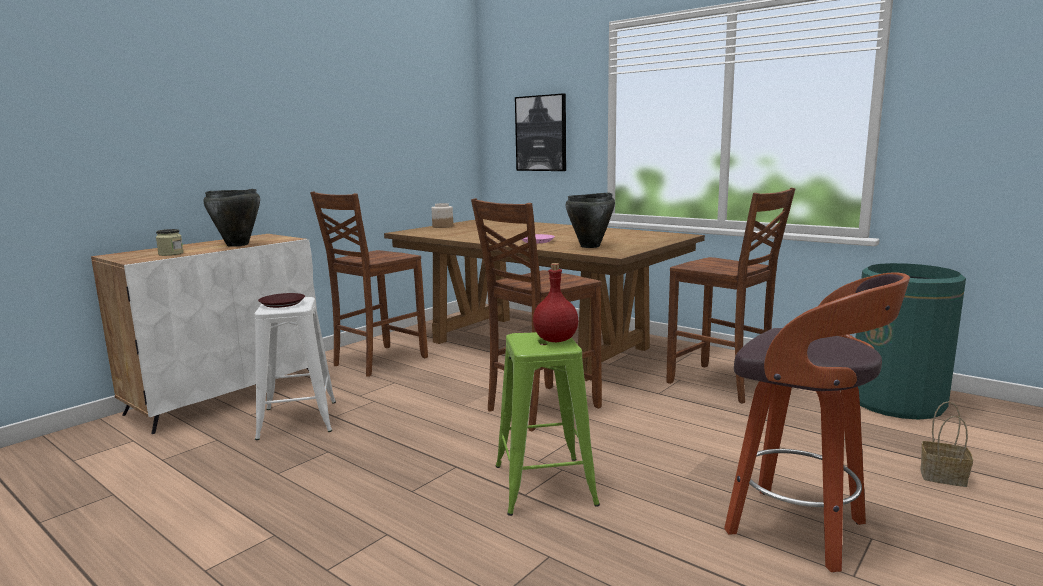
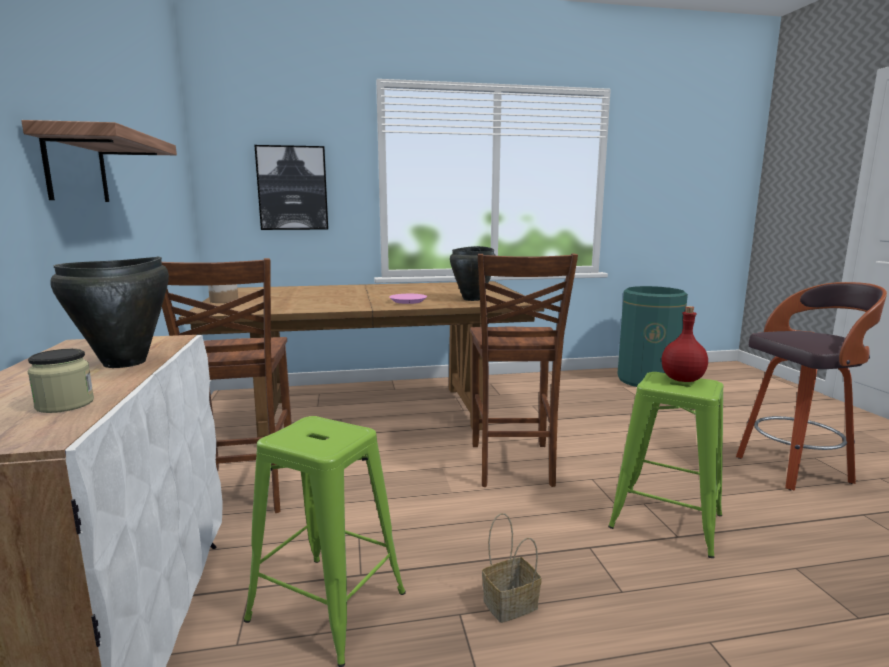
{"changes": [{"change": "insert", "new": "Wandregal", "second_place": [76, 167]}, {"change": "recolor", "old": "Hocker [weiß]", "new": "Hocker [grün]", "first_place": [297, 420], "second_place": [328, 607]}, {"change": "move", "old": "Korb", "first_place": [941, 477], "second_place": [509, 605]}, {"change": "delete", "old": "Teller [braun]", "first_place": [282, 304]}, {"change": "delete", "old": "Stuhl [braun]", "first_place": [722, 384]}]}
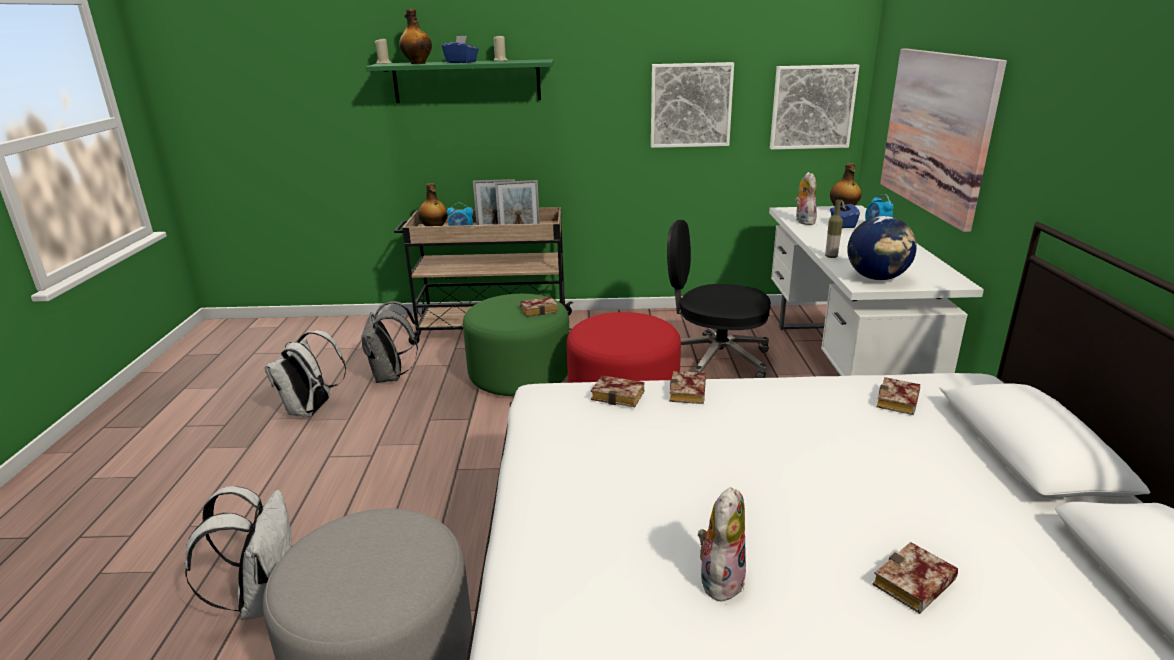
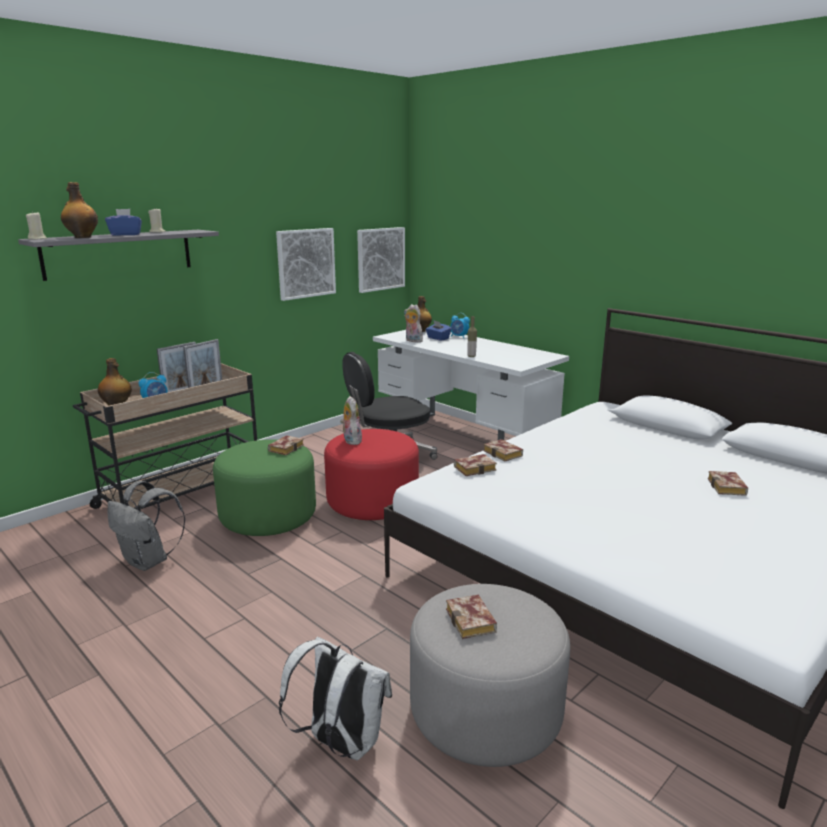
{"changes": [{"change": "recolor", "old": "Wandregal [grün]", "new": "Wandregal [grau]", "first_place": [467, 81], "second_place": [119, 253]}, {"change": "move", "old": "Plüschtier", "first_place": [720, 578], "second_place": [351, 440]}, {"change": "move", "old": "Buch", "first_place": [899, 402], "second_place": [473, 622]}, {"change": "delete", "old": "Rucksack [weiß]", "first_place": [311, 410]}, {"change": "delete", "old": "Globus", "first_place": [877, 278]}, {"change": "delete", "old": "Bild", "first_place": [936, 132]}]}
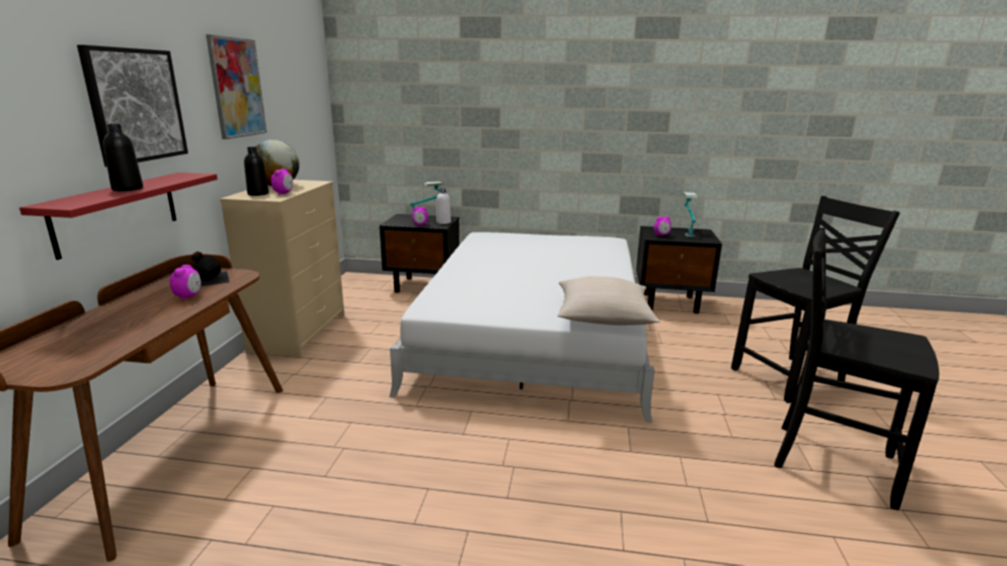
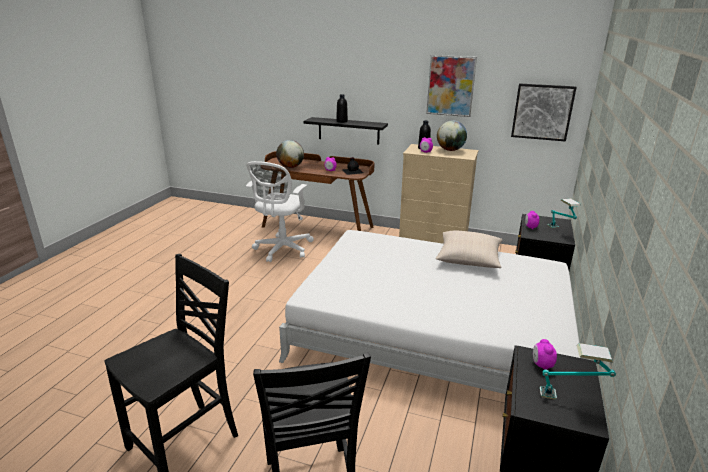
{"changes": [{"change": "insert", "new": "Bürostuhl [weiß]", "second_place": [282, 250]}, {"change": "insert", "new": "Globus", "second_place": [291, 167]}, {"change": "recolor", "old": "Wandregal [rot]", "new": "Wandregal [schwarz]", "first_place": [117, 212], "second_place": [348, 130]}, {"change": "move", "old": "Kissen [beige]", "first_place": [603, 317], "second_place": [468, 259]}, {"change": "move", "old": "Bild", "first_place": [135, 105], "second_place": [542, 112]}, {"change": "delete", "old": "Flasche [weiß]", "first_place": [443, 222]}]}
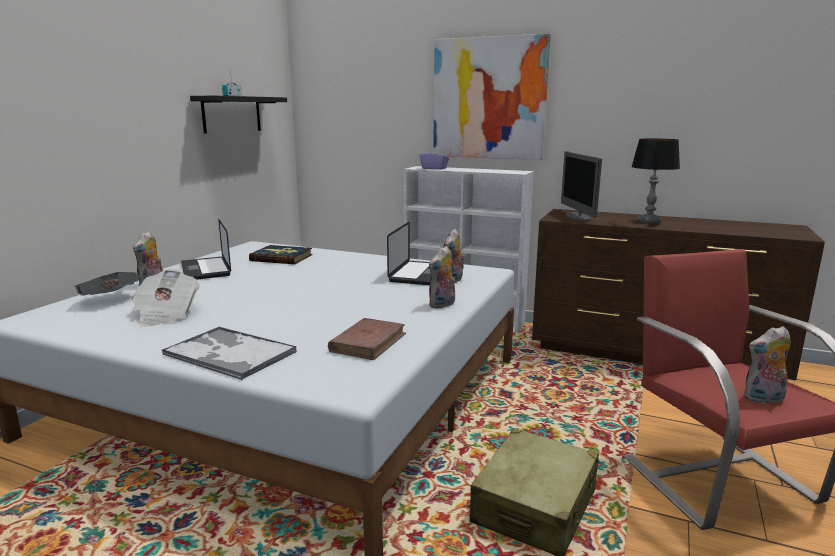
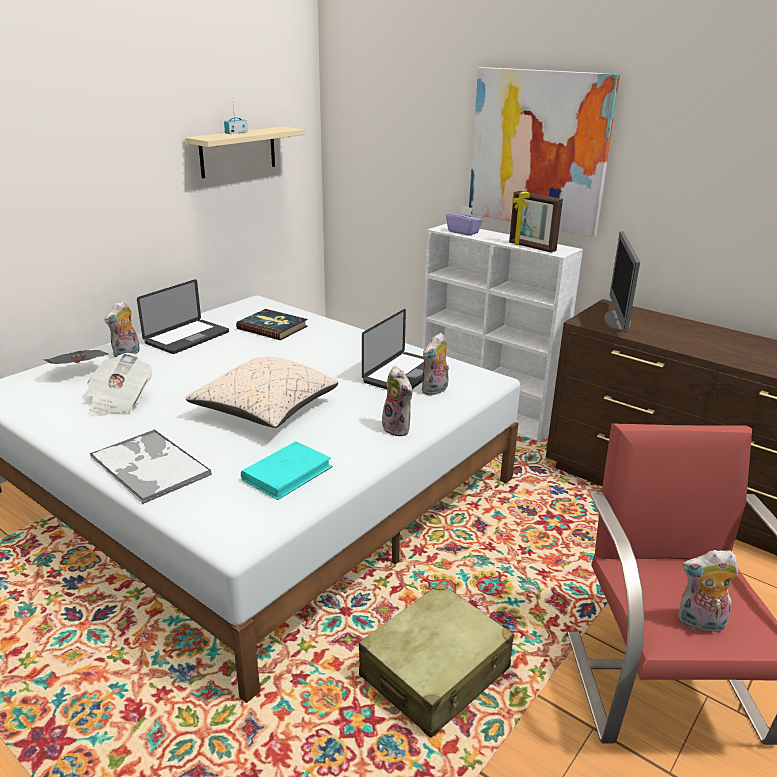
{"changes": [{"change": "rotate", "old": "Laptop", "first_place": [205, 269], "second_place": [187, 338], "degrees": -135}, {"change": "recolor", "old": "Wandregal [schwarz]", "new": "Wandregal [beige]", "first_place": [232, 114], "second_place": [238, 152]}, {"change": "insert", "new": "Kissen [beige]", "second_place": [265, 410]}, {"change": "recolor", "old": "Buch [braun]", "new": "Buch [türkis]", "first_place": [368, 342], "second_place": [287, 473]}, {"change": "rotate", "old": "Plüschtier", "first_place": [442, 305], "second_place": [398, 428], "degrees": -90}, {"change": "insert", "new": "Bilderrahmen", "second_place": [531, 247]}, {"change": "delete", "old": "Tischlampe", "first_place": [648, 221]}]}
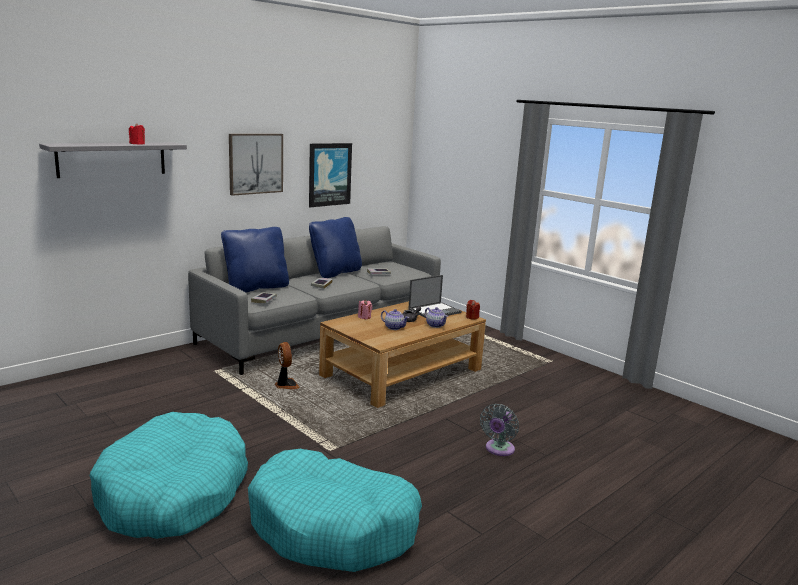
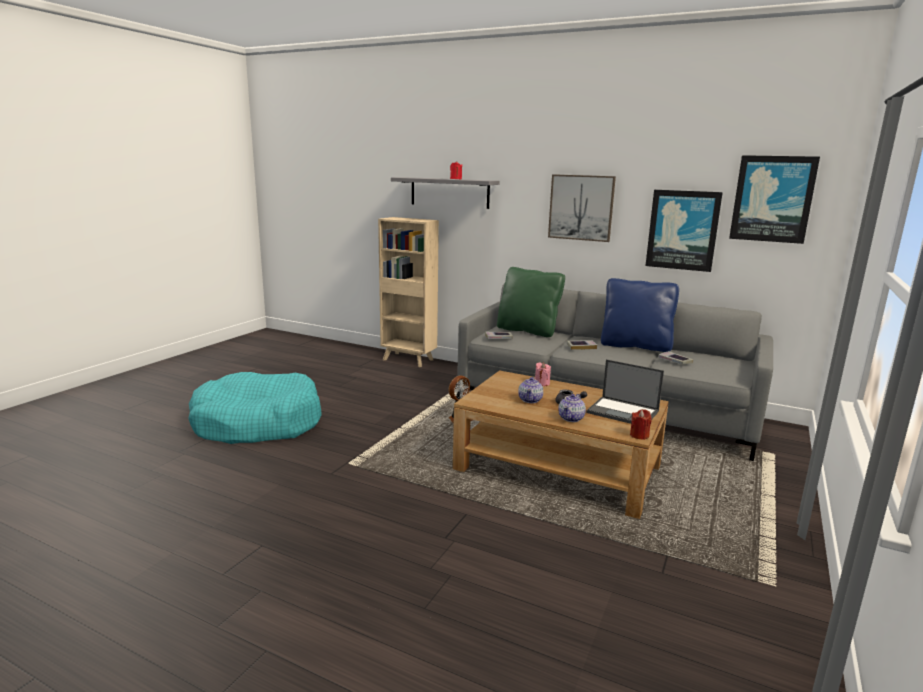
{"changes": [{"change": "insert", "new": "Bücherregal [beige]", "second_place": [409, 360]}, {"change": "recolor", "old": "Kissen [blau]", "new": "Kissen [grün]", "first_place": [256, 287], "second_place": [528, 330]}, {"change": "insert", "new": "Bild", "second_place": [772, 199]}, {"change": "delete", "old": "Hundebett [türkis]", "first_place": [333, 526]}, {"change": "delete", "old": "Ventilator [grau]", "first_place": [498, 450]}]}
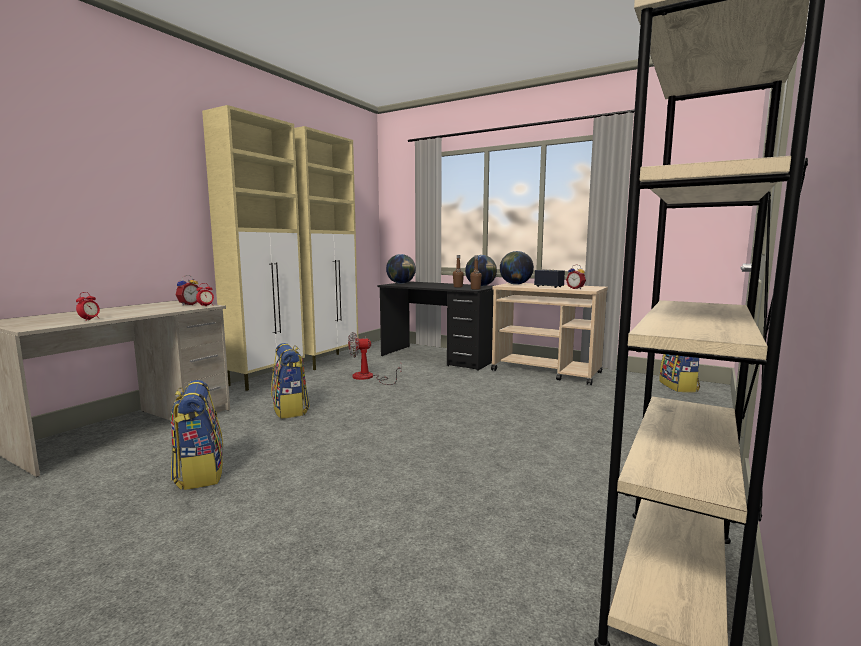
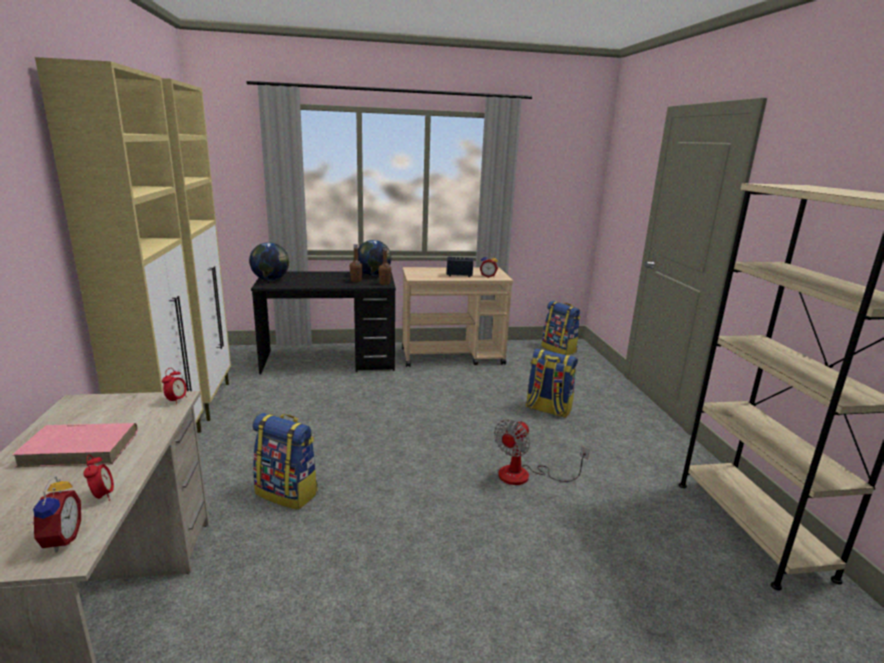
{"changes": [{"change": "insert", "new": "Buch [rosa]", "second_place": [81, 448]}, {"change": "move", "old": "Wecker", "first_place": [188, 304], "second_place": [59, 540]}, {"change": "move", "old": "Ventilator", "first_place": [368, 378], "second_place": [525, 476]}, {"change": "move", "old": "Rucksack", "first_place": [199, 474], "second_place": [547, 409]}, {"change": "delete", "old": "Globus", "first_place": [515, 284]}]}
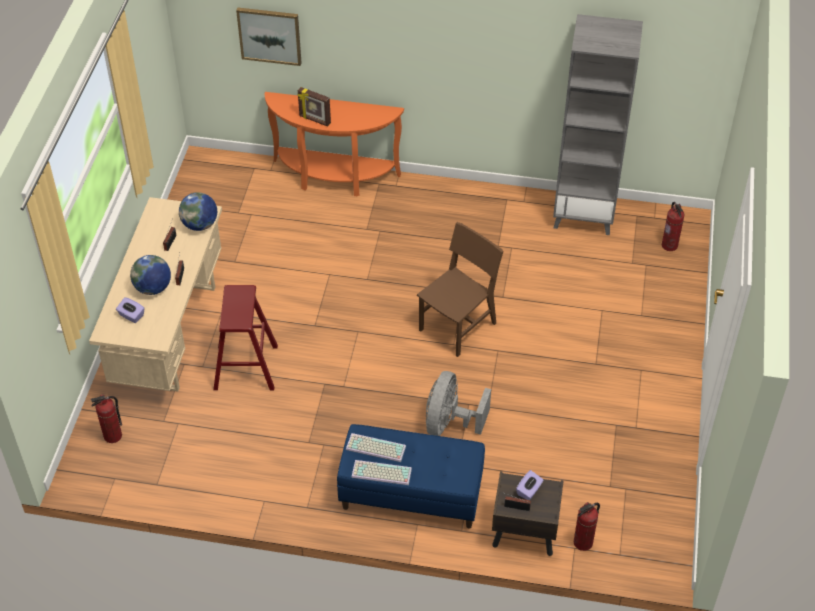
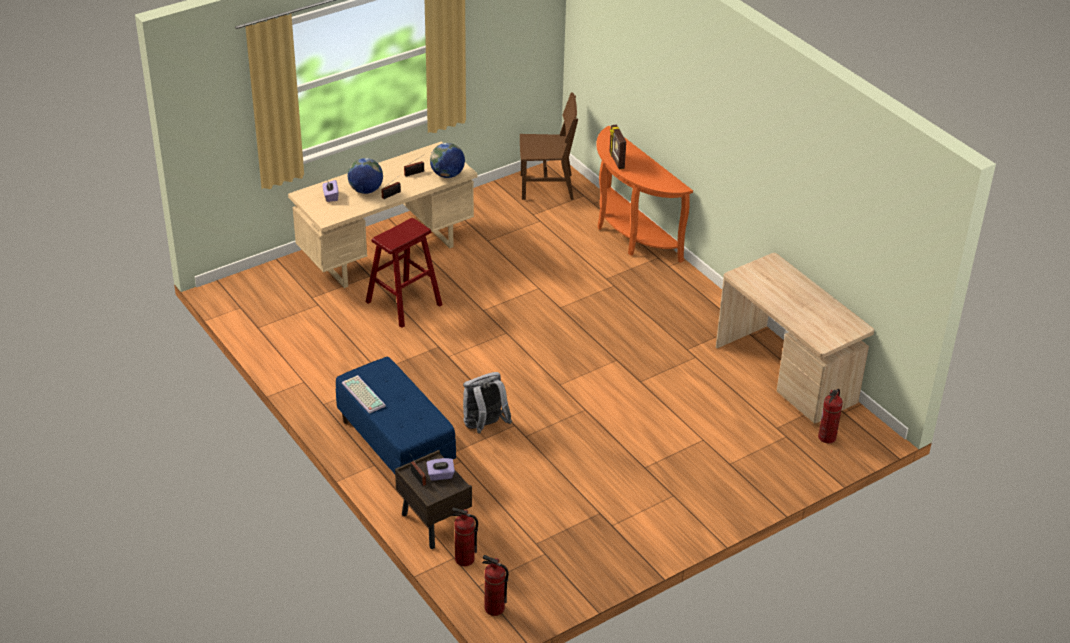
{"changes": [{"change": "replace", "old": "Ventilator [grau]", "new": "Rucksack [grau]", "first_place": [450, 423], "second_place": [484, 426]}, {"change": "move", "old": "Feuerlöscher", "first_place": [112, 436], "second_place": [494, 608]}, {"change": "move", "old": "Stuhl [braun]", "first_place": [458, 326], "second_place": [547, 187]}, {"change": "replace", "old": "Bücherregal [grau]", "new": "Schreibtisch [beige]", "first_place": [584, 215], "second_place": [787, 374]}, {"change": "delete", "old": "Bild", "first_place": [269, 35]}, {"change": "delete", "old": "Tastatur", "first_place": [374, 448]}]}
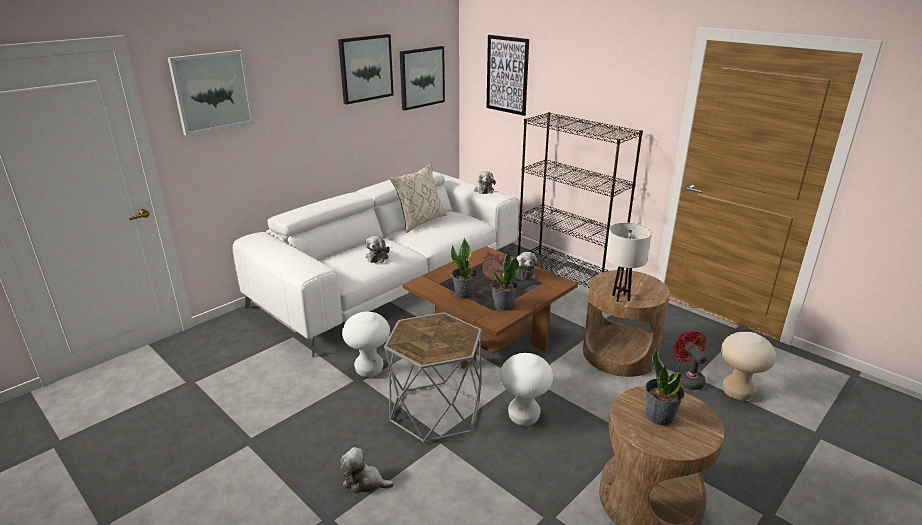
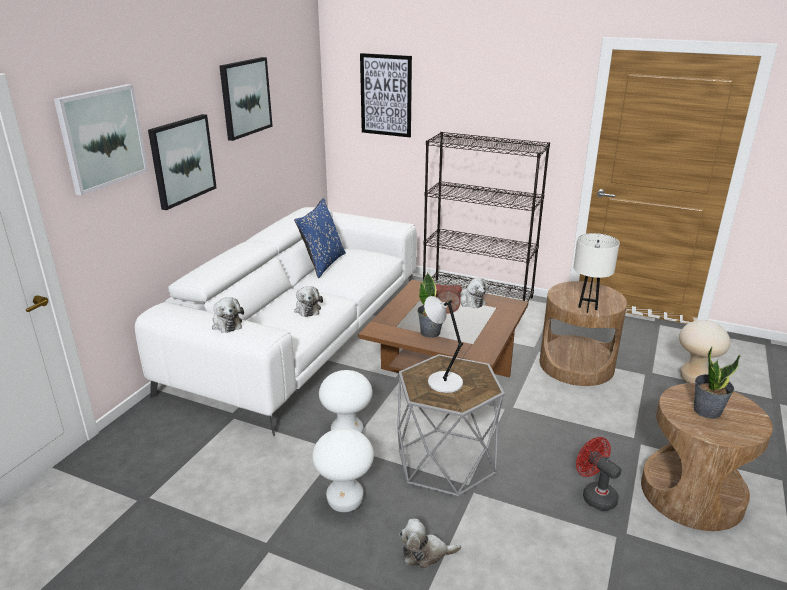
{"changes": [{"change": "move", "old": "Bild", "first_place": [421, 77], "second_place": [182, 160]}, {"change": "move", "old": "Plüschtier", "first_place": [483, 190], "second_place": [226, 324]}, {"change": "recolor", "old": "Kissen [beige]", "new": "Kissen [blau]", "first_place": [420, 221], "second_place": [322, 264]}, {"change": "move", "old": "Hocker [weiß]", "first_place": [523, 417], "second_place": [345, 501]}, {"change": "insert", "new": "Tischlampe [grau]", "second_place": [443, 382]}, {"change": "move", "old": "Ventilator [rot]", "first_place": [687, 379], "second_place": [595, 495]}, {"change": "delete", "old": "Topfpflanze", "first_place": [503, 305]}]}
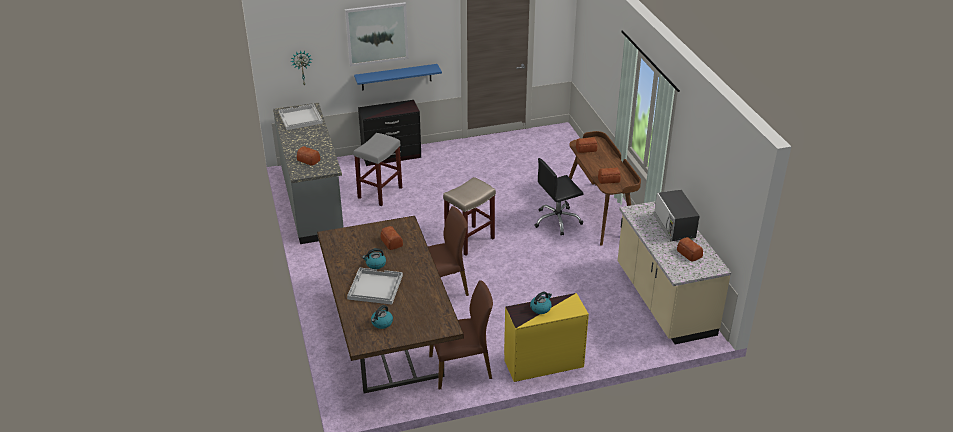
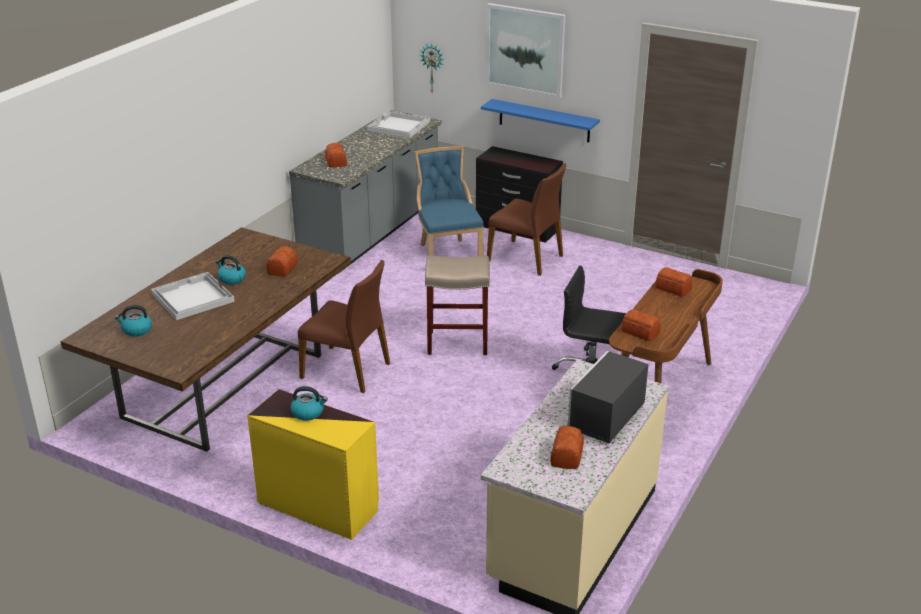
{"changes": [{"change": "replace", "old": "Hocker [grau]", "new": "Stuhl [blau]", "first_place": [380, 192], "second_place": [448, 254]}, {"change": "move", "old": "Stuhl [braun]", "first_place": [461, 367], "second_place": [526, 258]}]}
